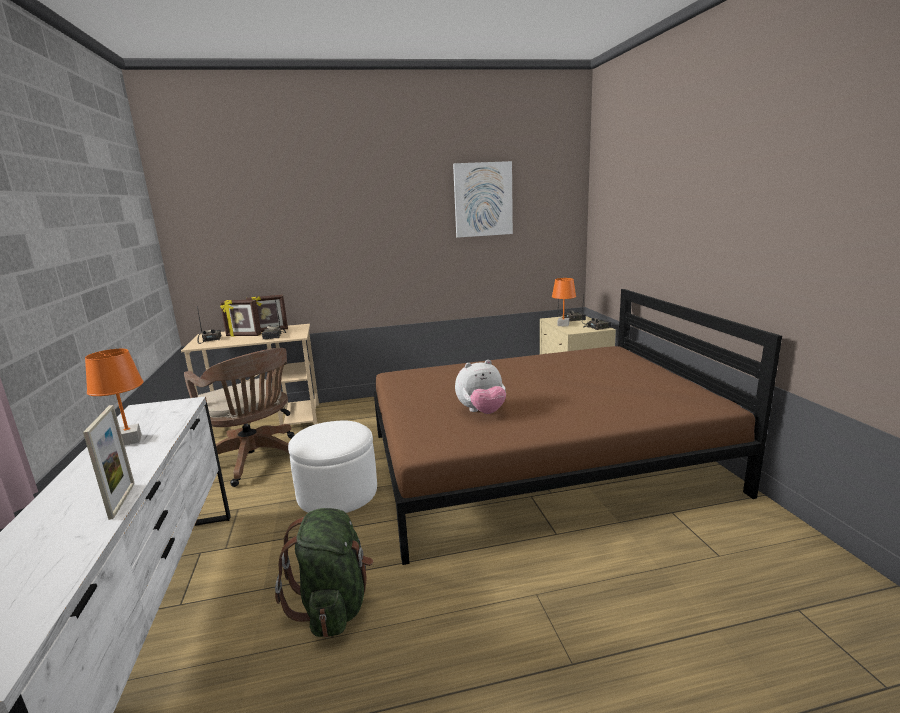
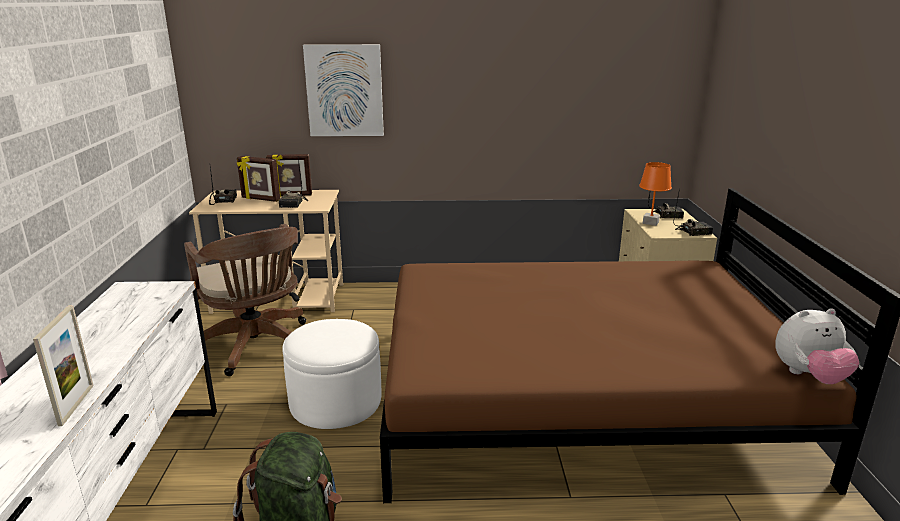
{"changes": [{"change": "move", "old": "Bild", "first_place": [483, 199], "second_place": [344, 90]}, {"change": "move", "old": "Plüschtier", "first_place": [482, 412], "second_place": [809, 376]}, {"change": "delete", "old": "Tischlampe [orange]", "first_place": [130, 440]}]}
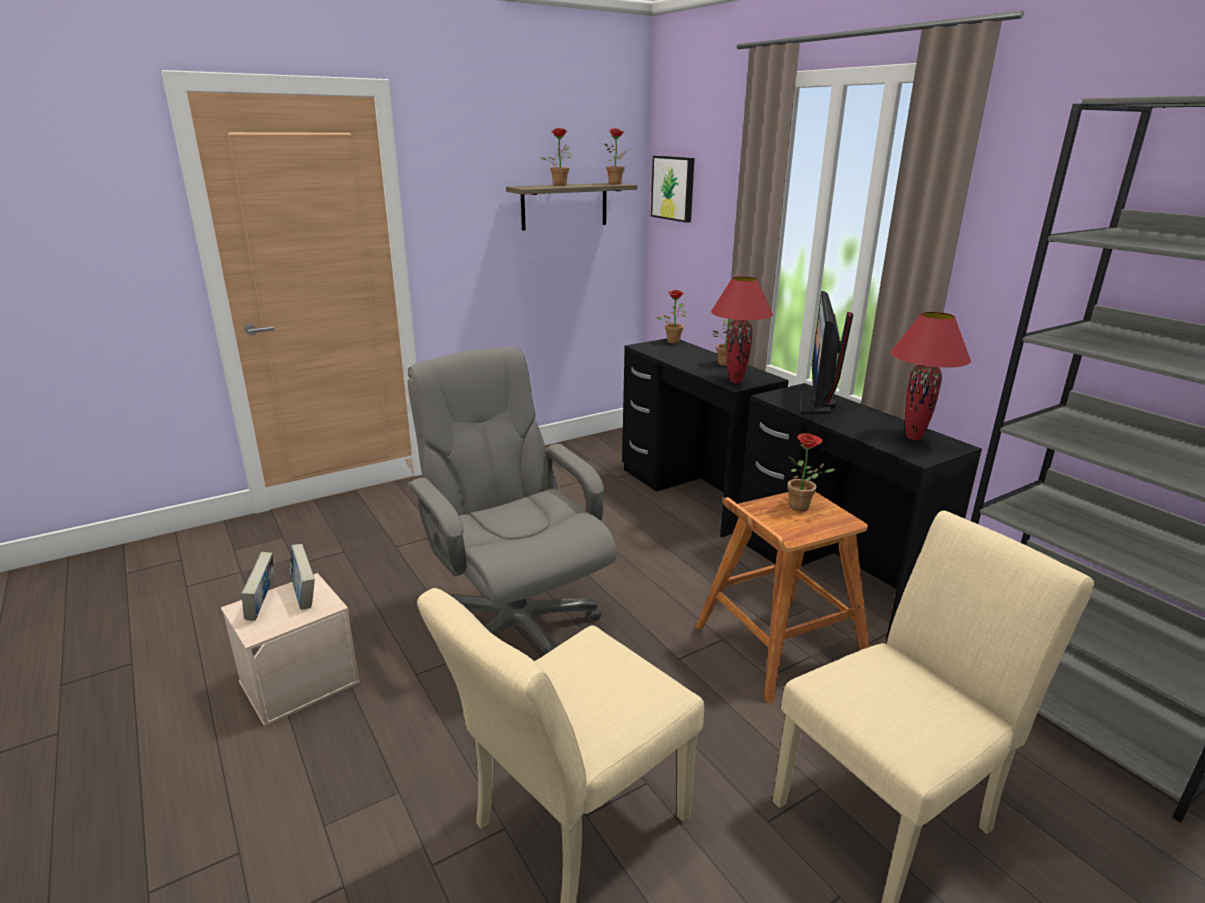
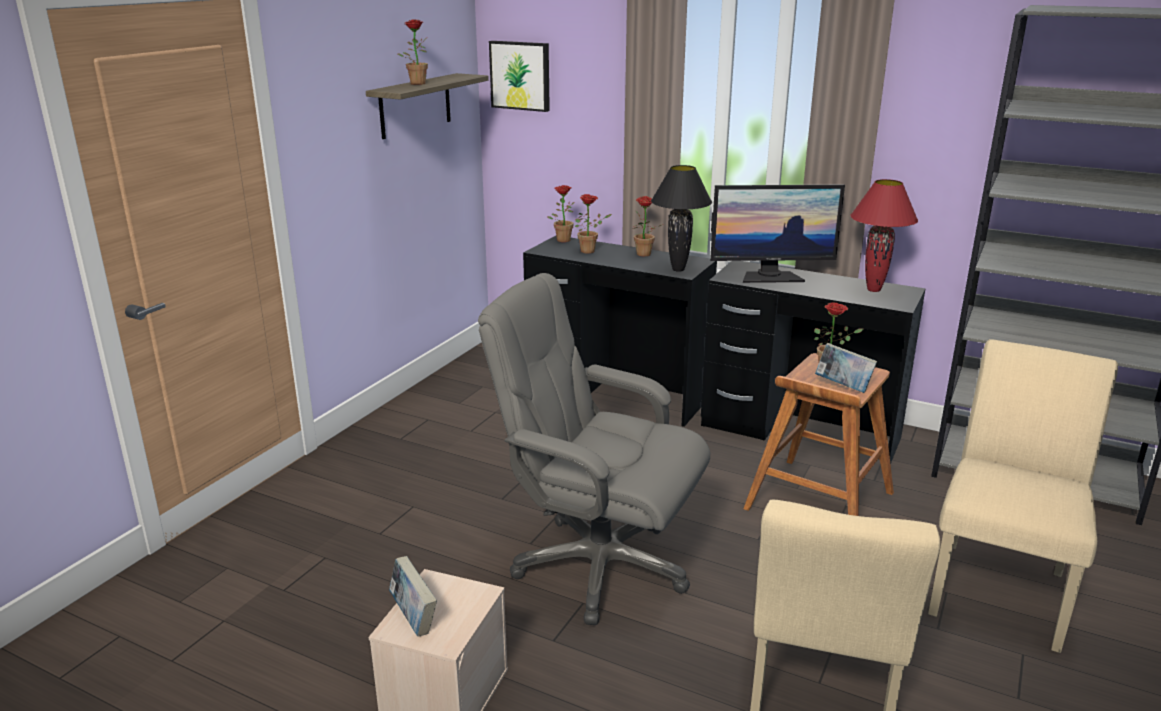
{"changes": [{"change": "move", "old": "Topfpflanze", "first_place": [618, 184], "second_place": [590, 251]}, {"change": "recolor", "old": "Tischlampe [rot]", "new": "Tischlampe [schwarz]", "first_place": [735, 381], "second_place": [677, 269]}, {"change": "rotate", "old": "Monitor", "first_place": [817, 404], "second_place": [770, 277], "degrees": -75}, {"change": "move", "old": "Buch", "first_place": [304, 595], "second_place": [843, 387]}]}
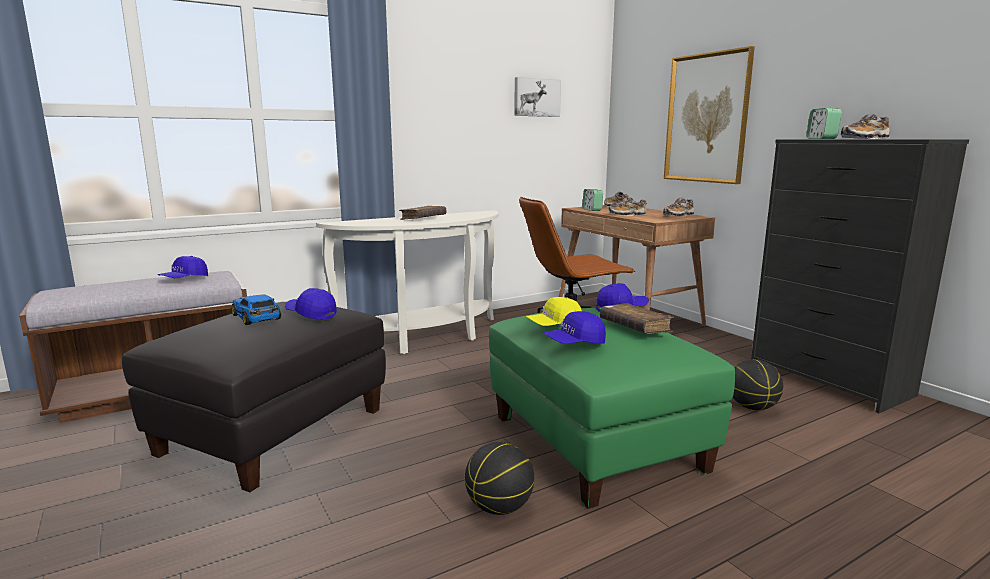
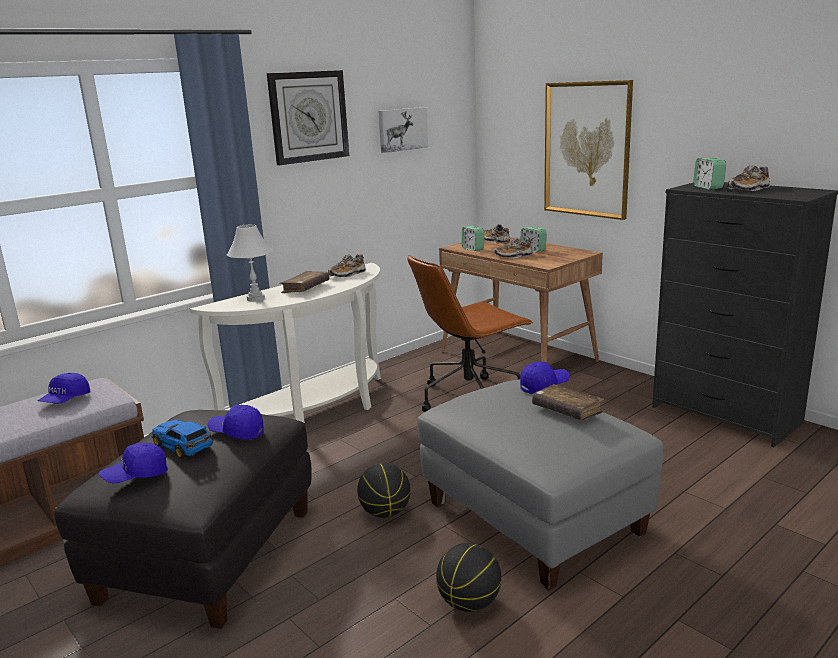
{"changes": [{"change": "move", "old": "Kappe [blau]", "first_place": [575, 343], "second_place": [136, 476]}, {"change": "insert", "new": "Tischlampe [weiß]", "second_place": [255, 298]}, {"change": "insert", "new": "Wanduhr", "second_place": [308, 116]}, {"change": "move", "old": "Schuh", "first_place": [678, 215], "second_place": [347, 274]}, {"change": "move", "old": "Basketball", "first_place": [752, 407], "second_place": [385, 512]}, {"change": "recolor", "old": "Polsterhocker [grün]", "new": "Polsterhocker [grau]", "first_place": [595, 443], "second_place": [534, 518]}, {"change": "insert", "new": "Wecker", "second_place": [533, 250]}, {"change": "delete", "old": "Kappe [gelb]", "first_place": [554, 326]}]}
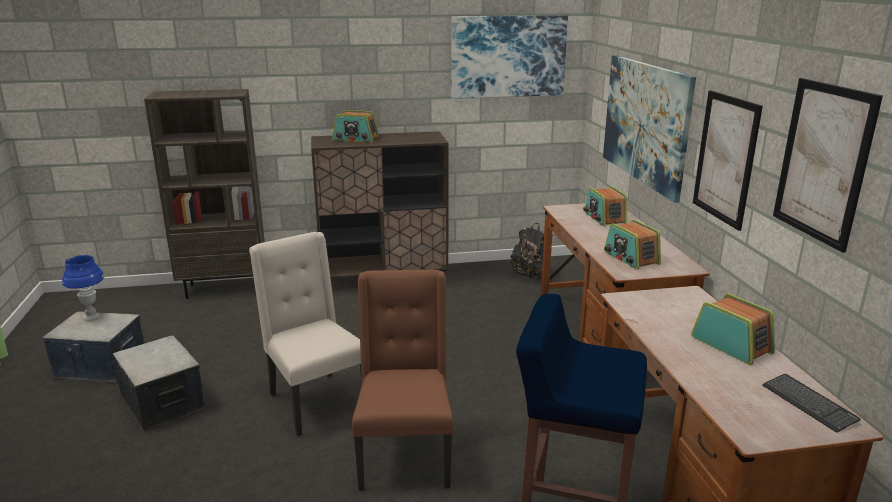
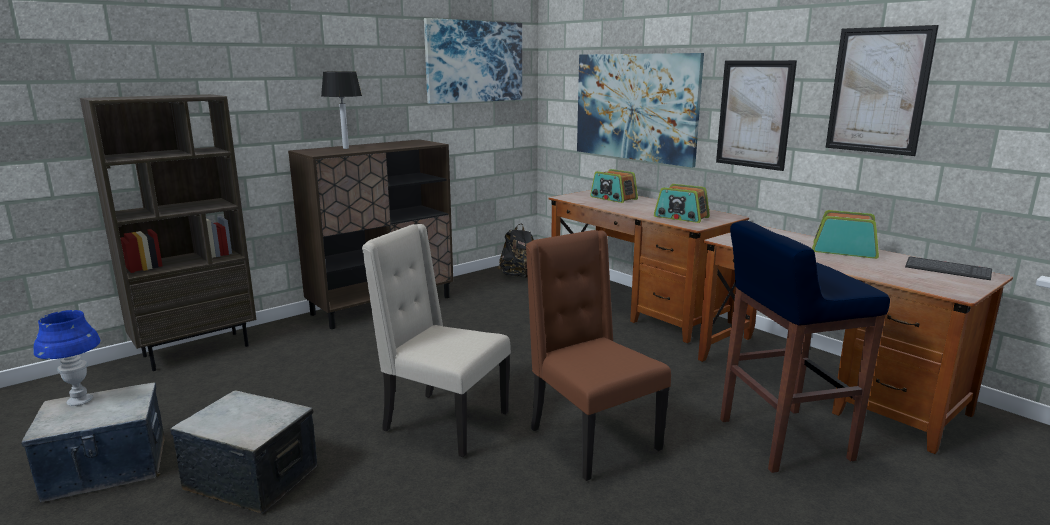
{"changes": [{"change": "replace", "old": "Radio", "new": "Tischlampe", "first_place": [355, 139], "second_place": [346, 148]}]}
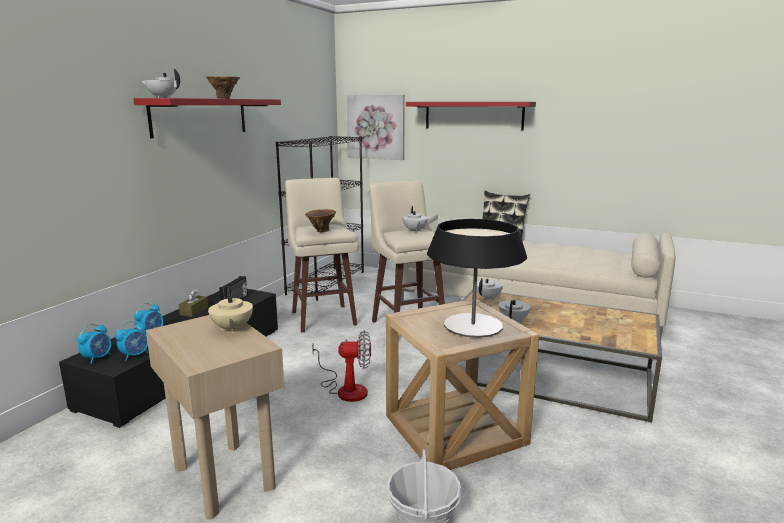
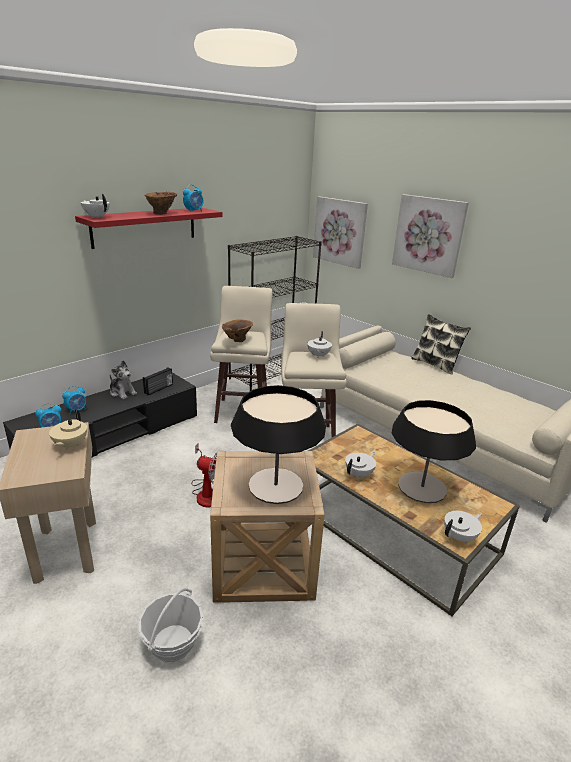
{"changes": [{"change": "replace", "old": "Taschentuchbox [braun]", "new": "Plüschtier", "first_place": [194, 311], "second_place": [122, 392]}, {"change": "move", "old": "Wecker", "first_place": [98, 358], "second_place": [194, 211]}, {"change": "replace", "old": "Wandregal [rot]", "new": "Bild", "first_place": [473, 115], "second_place": [429, 235]}, {"change": "insert", "new": "Tischlampe", "second_place": [422, 487]}, {"change": "move", "old": "Teekanne [weiß]", "first_place": [488, 297], "second_place": [459, 537]}]}
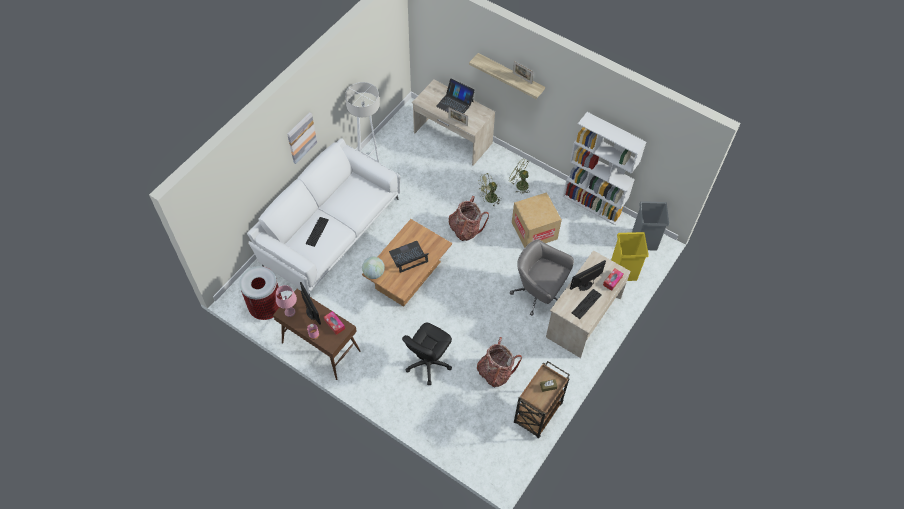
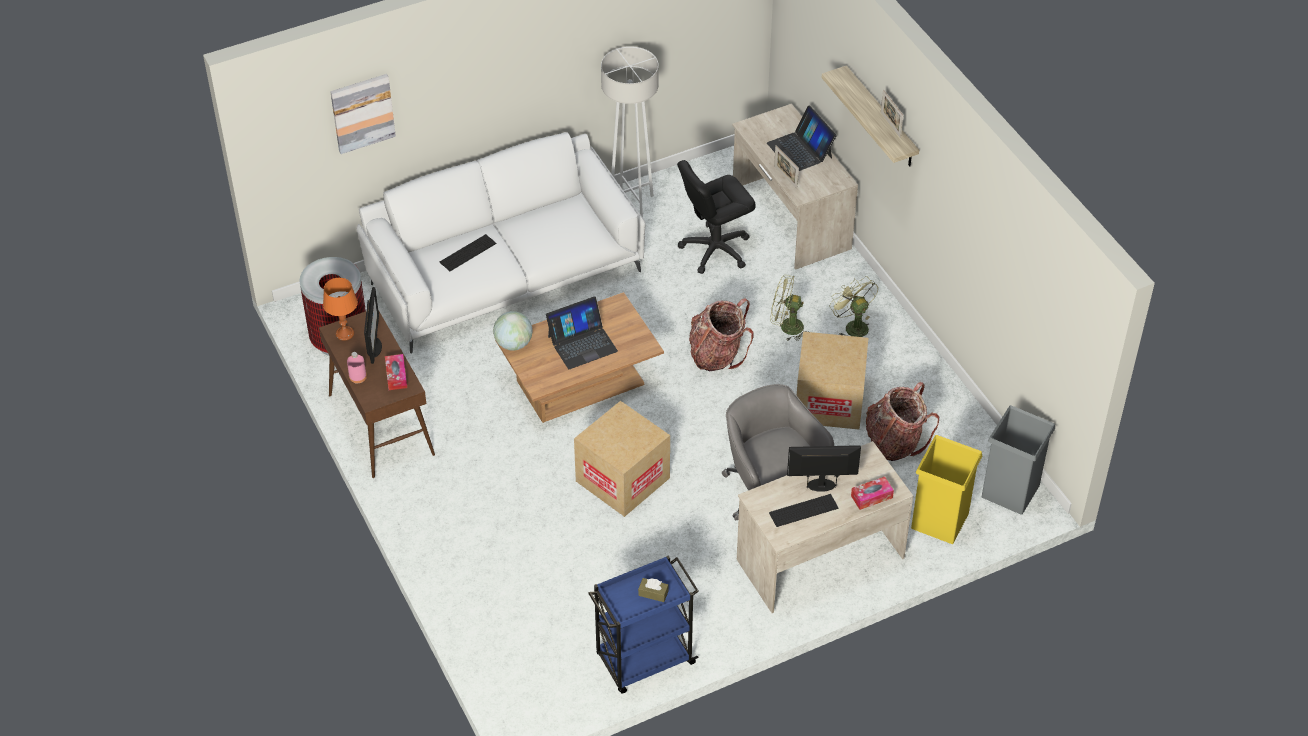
{"changes": [{"change": "recolor", "old": "Tischlampe [rosa]", "new": "Tischlampe [orange]", "first_place": [290, 312], "second_place": [344, 334]}, {"change": "move", "old": "Bild", "first_place": [301, 137], "second_place": [362, 112]}, {"change": "rotate", "old": "Laptop", "first_place": [408, 257], "second_place": [582, 343], "degrees": 150}, {"change": "insert", "new": "Karton", "second_place": [622, 479]}, {"change": "recolor", "old": "Rollwagen [braun]", "new": "Rollwagen [blau]", "first_place": [537, 414], "second_place": [643, 660]}, {"change": "move", "old": "Bürostuhl [schwarz]", "first_place": [428, 363], "second_place": [715, 249]}, {"change": "move", "old": "Rucksack", "first_place": [495, 372], "second_place": [894, 442]}, {"change": "delete", "old": "Bücherregal [weiß]", "first_place": [593, 205]}]}
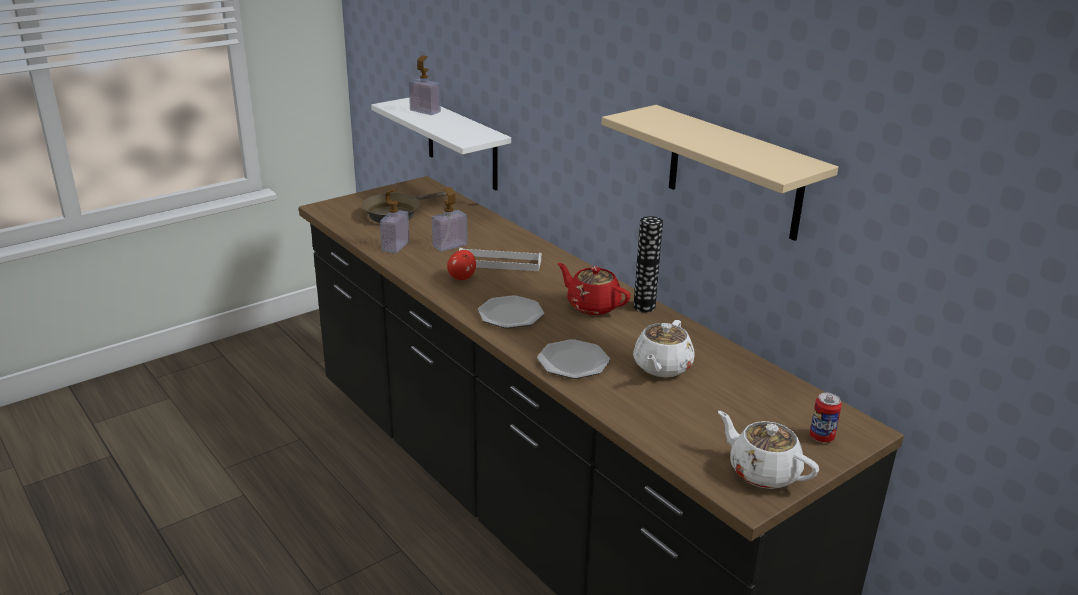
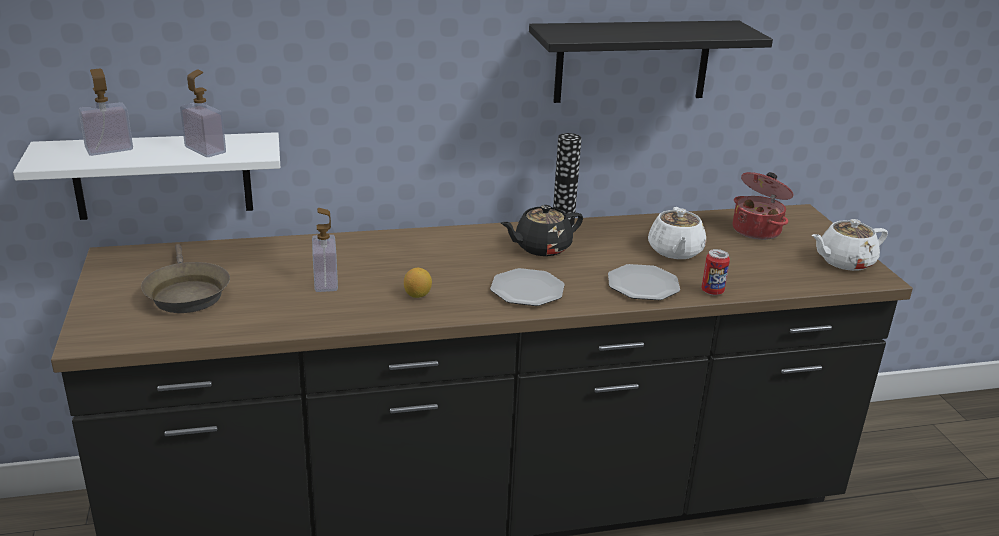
{"changes": [{"change": "move", "old": "Seifenspender", "first_place": [395, 246], "second_place": [205, 150]}, {"change": "replace", "old": "Apfel", "new": "Zitrone", "first_place": [461, 278], "second_place": [417, 295]}, {"change": "recolor", "old": "Teekanne [rot]", "new": "Teekanne [schwarz]", "first_place": [592, 305], "second_place": [541, 248]}, {"change": "recolor", "old": "Wandregal [beige]", "new": "Wandregal [schwarz]", "first_place": [734, 173], "second_place": [632, 61]}, {"change": "rotate", "old": "Teekanne [weiß]", "first_place": [661, 367], "second_place": [675, 251], "degrees": 45}, {"change": "move", "old": "Dose", "first_place": [821, 437], "second_place": [712, 291]}, {"change": "insert", "new": "Kochtopf", "second_place": [757, 230]}, {"change": "delete", "old": "Tablett [weiß]", "first_place": [499, 263]}]}
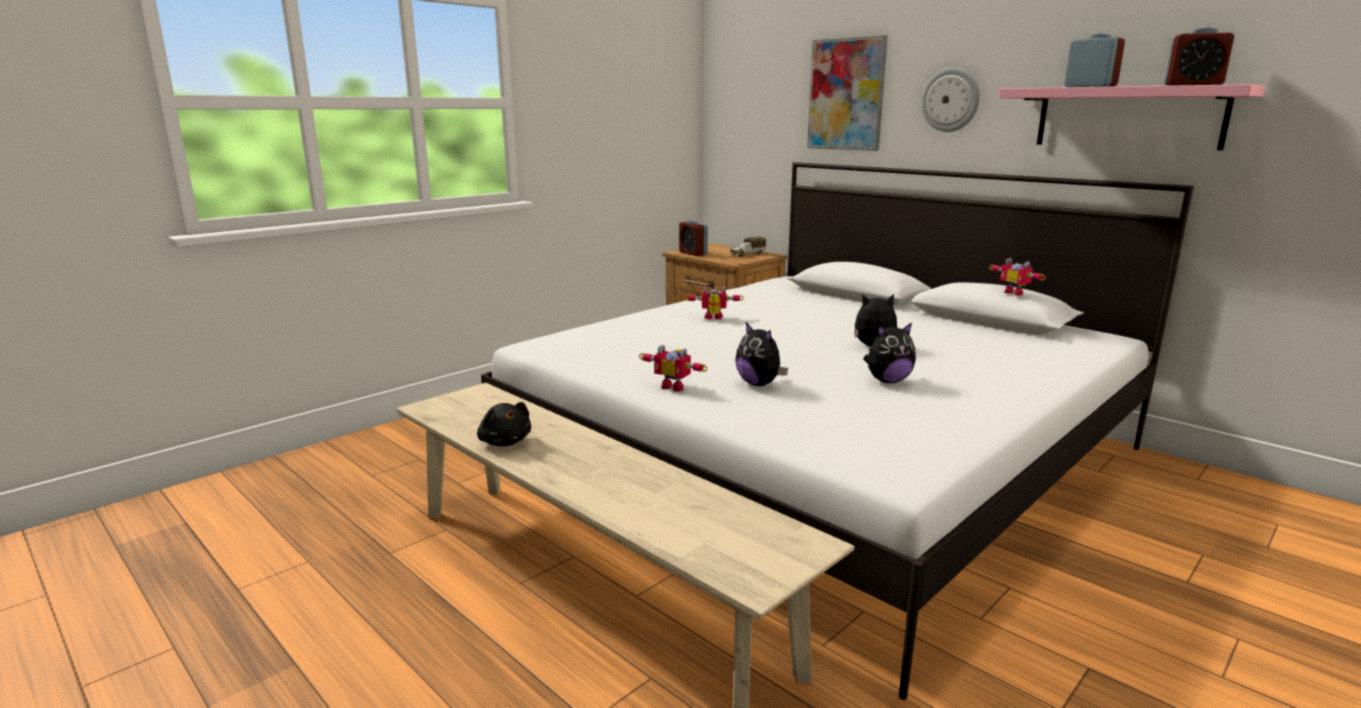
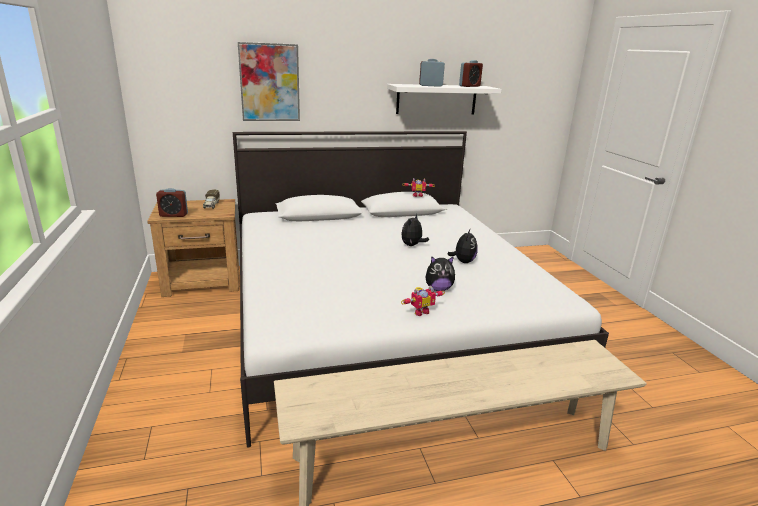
{"changes": [{"change": "recolor", "old": "Wandregal [rosa]", "new": "Wandregal [weiß]", "first_place": [1128, 117], "second_place": [436, 99]}, {"change": "delete", "old": "Plüschtier [schwarz]", "first_place": [505, 442]}, {"change": "delete", "old": "Spielzeugroboter", "first_place": [713, 318]}, {"change": "delete", "old": "Wanduhr", "first_place": [950, 100]}]}
